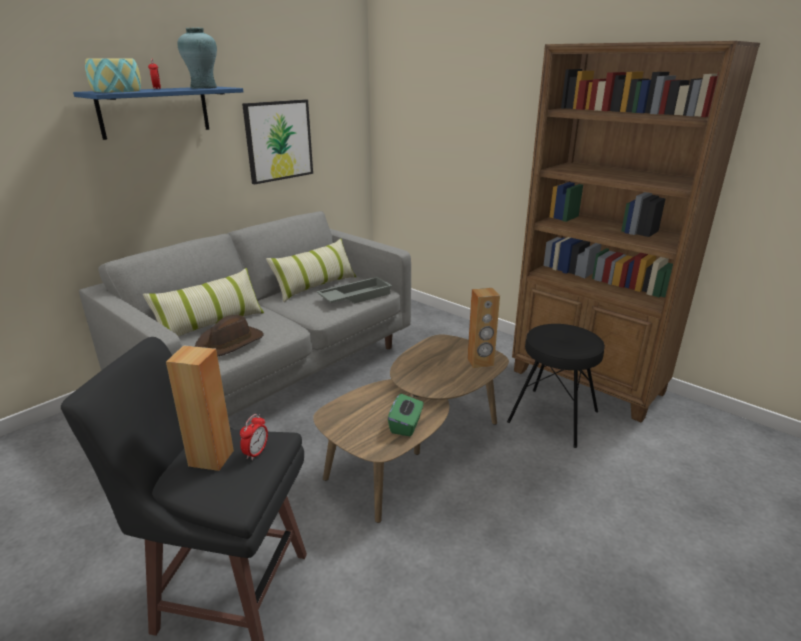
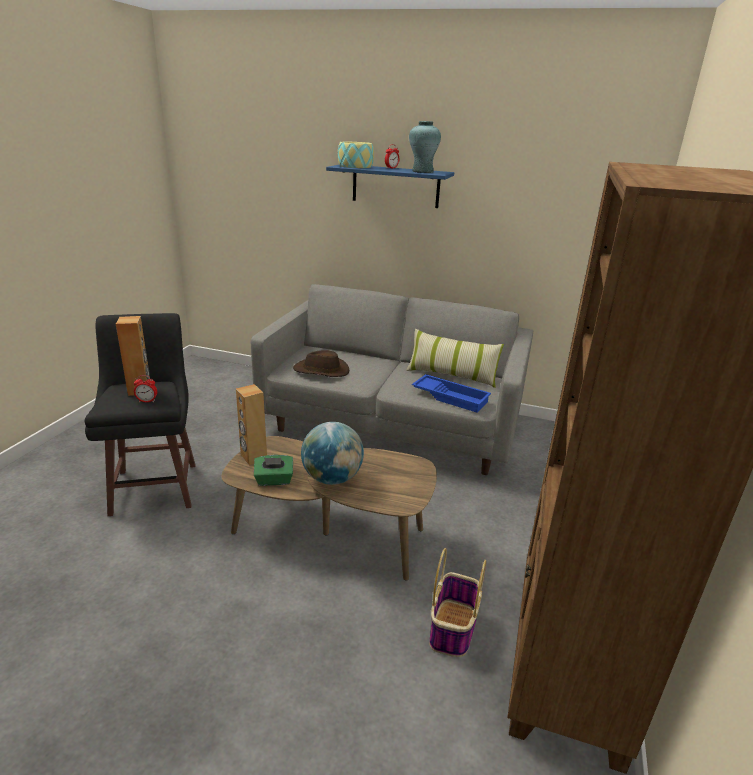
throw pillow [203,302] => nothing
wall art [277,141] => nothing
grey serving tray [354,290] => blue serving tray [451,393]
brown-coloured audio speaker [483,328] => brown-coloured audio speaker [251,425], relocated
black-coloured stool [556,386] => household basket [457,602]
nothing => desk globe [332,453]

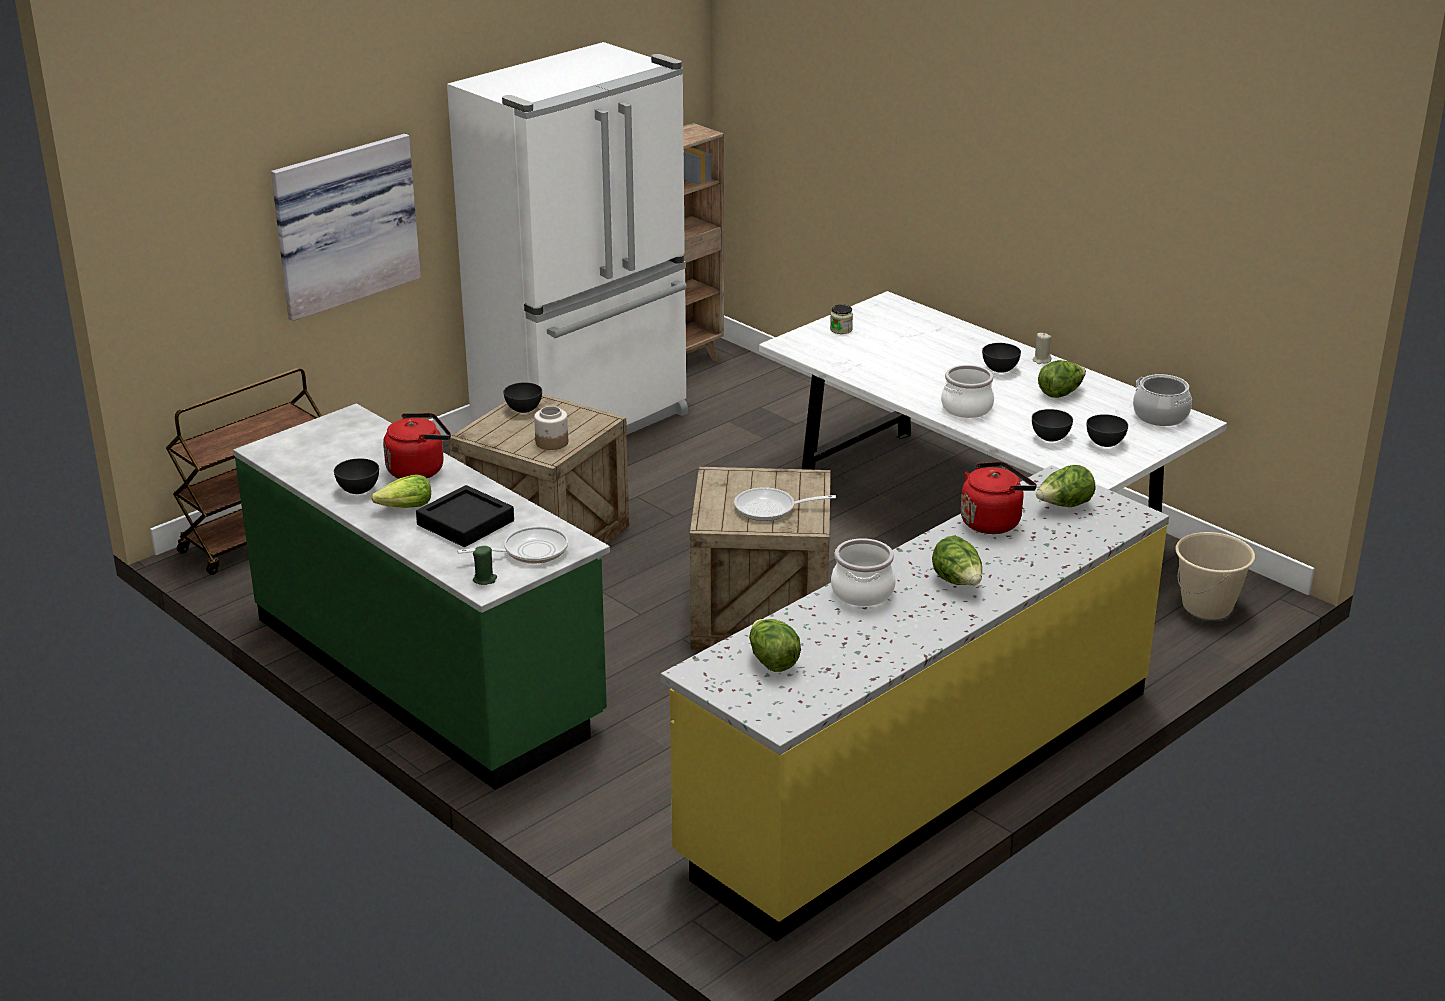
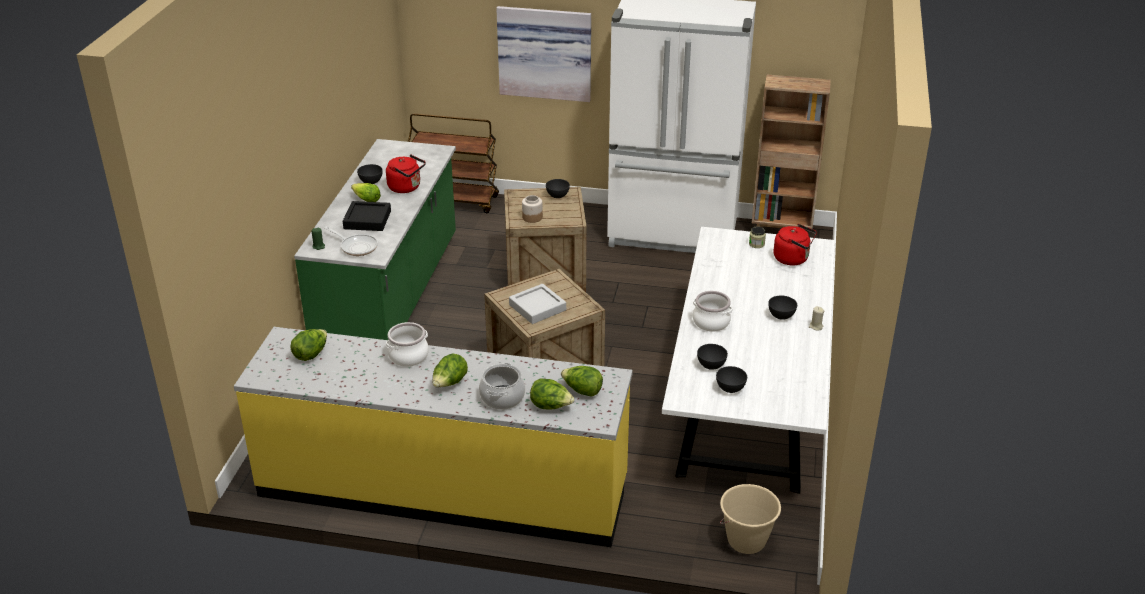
pan [785,504] => grey serving tray [537,304]
red-coloured tea kettle [999,498] => red-coloured tea kettle [795,244], relocated
lettuce [1062,379] => lettuce [552,394], relocated
stockpot [1162,400] => stockpot [502,386], relocated

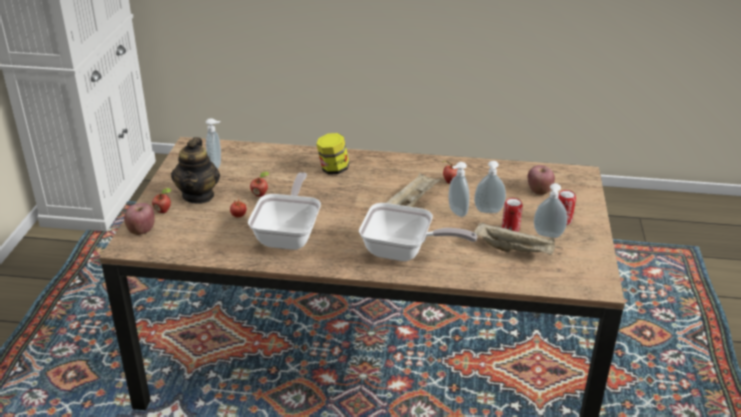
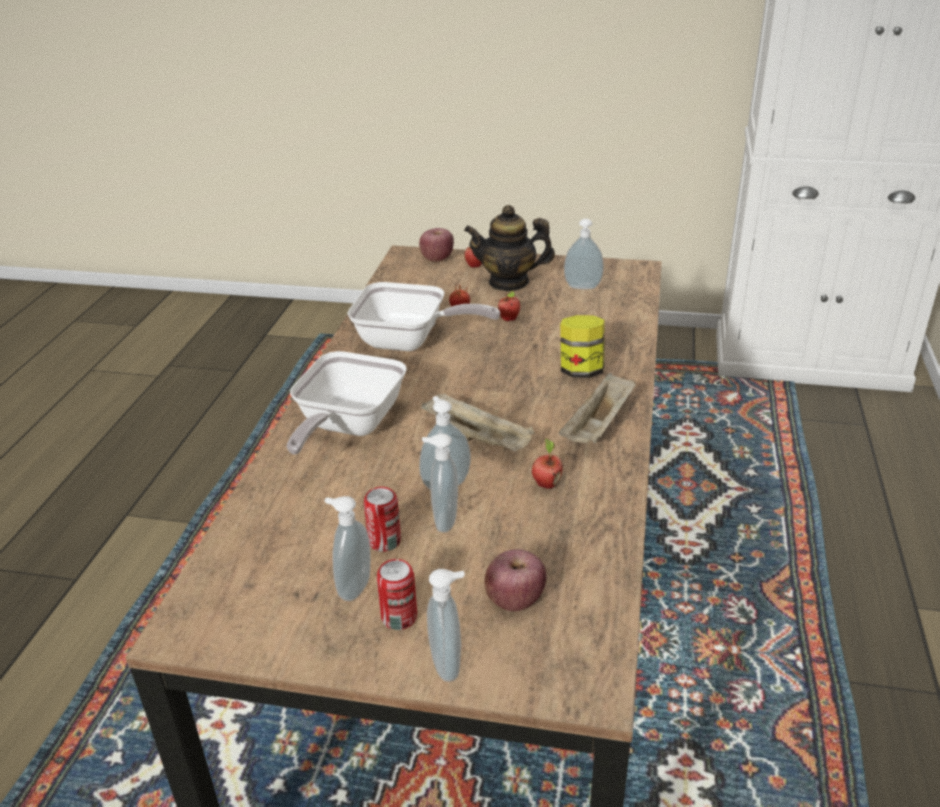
beige serving tray [514,238] => beige serving tray [597,408], relocated
nothing => liquid soap bottle [446,625]

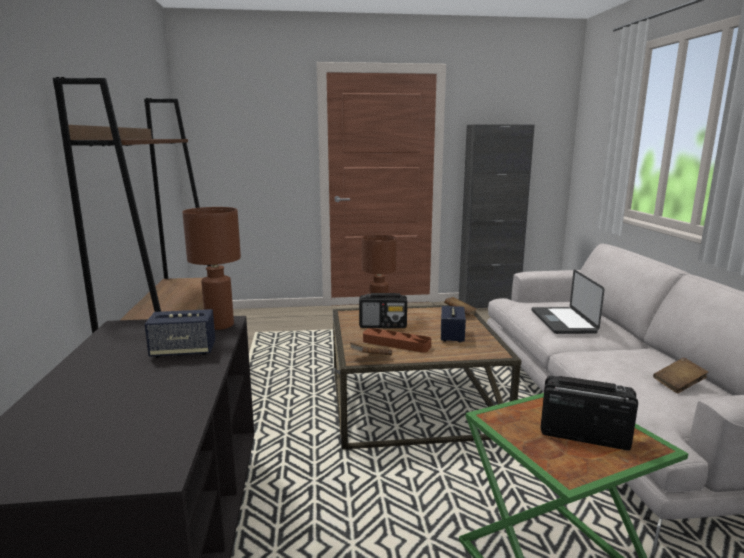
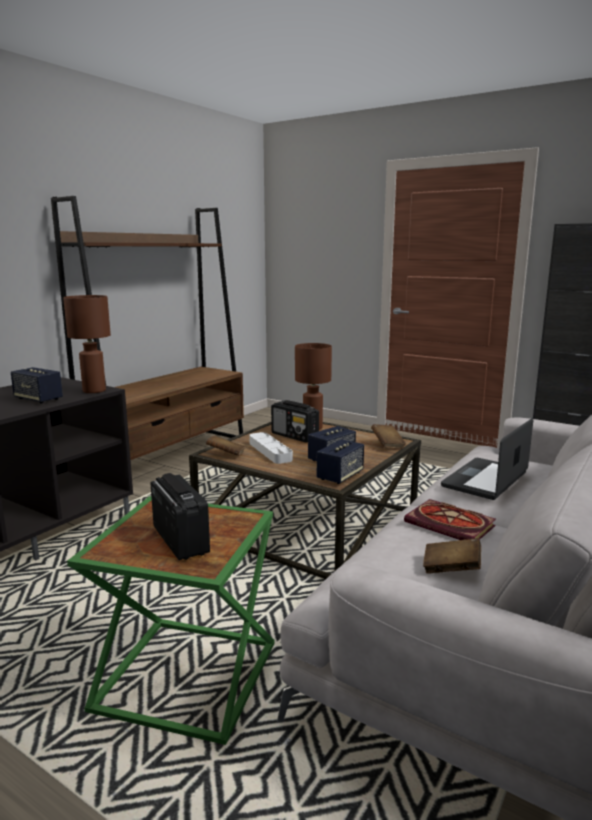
brown-coloured serving tray [397,340] => grey serving tray [271,448]
nothing => audio speaker [340,461]
nothing => volume [450,519]

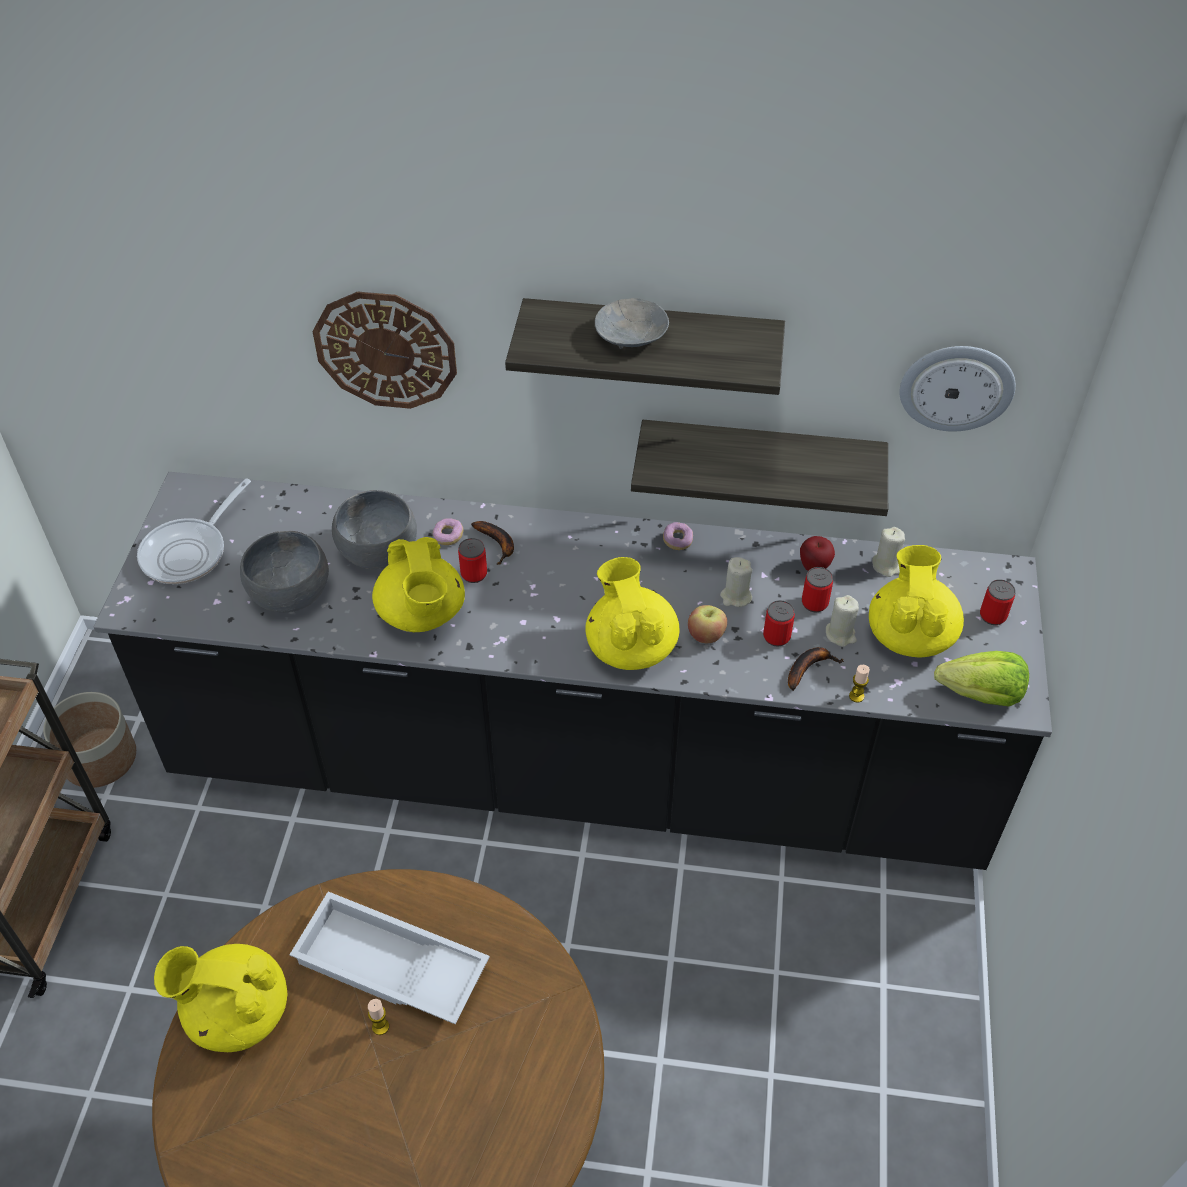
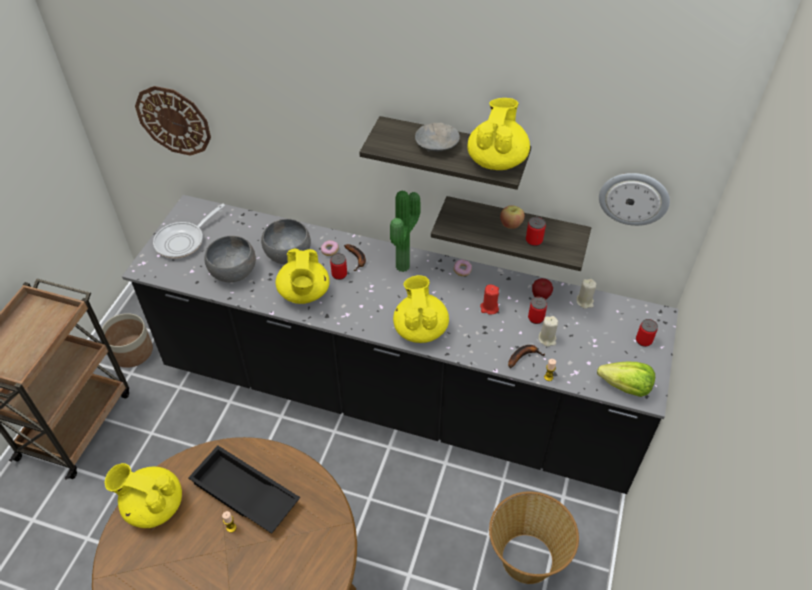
whitish serving tray [389,958] => black-coloured serving tray [244,489]
wall clock [384,350] => wall clock [173,121], relocated
whole apple [707,624] => whole apple [512,217], relocated
beige wax light [736,582] => red-coloured wax light [489,300]
sealed can [779,623] => sealed can [536,231], relocated
yellow pot for tea [916,601] => yellow pot for tea [499,134], relocated
nothing => plant in a pot [405,231]
nothing => household basket [534,537]

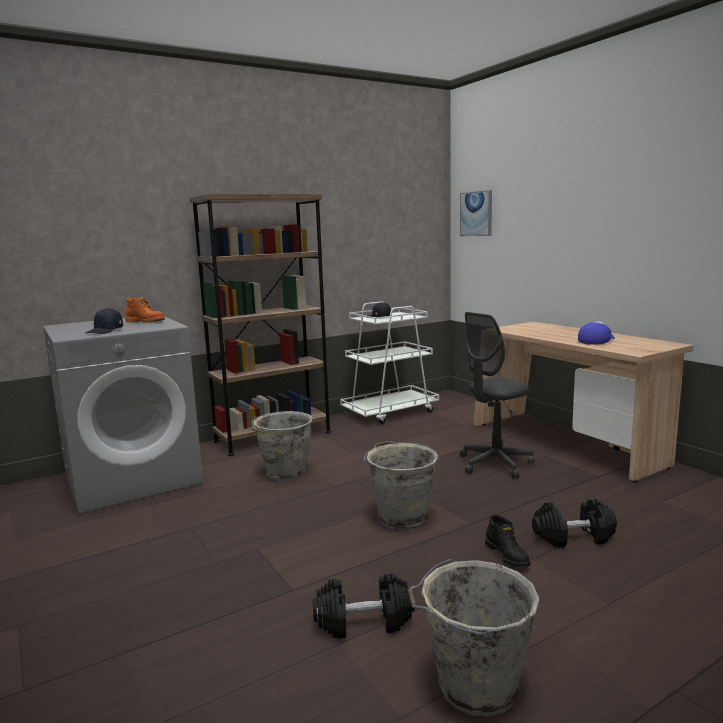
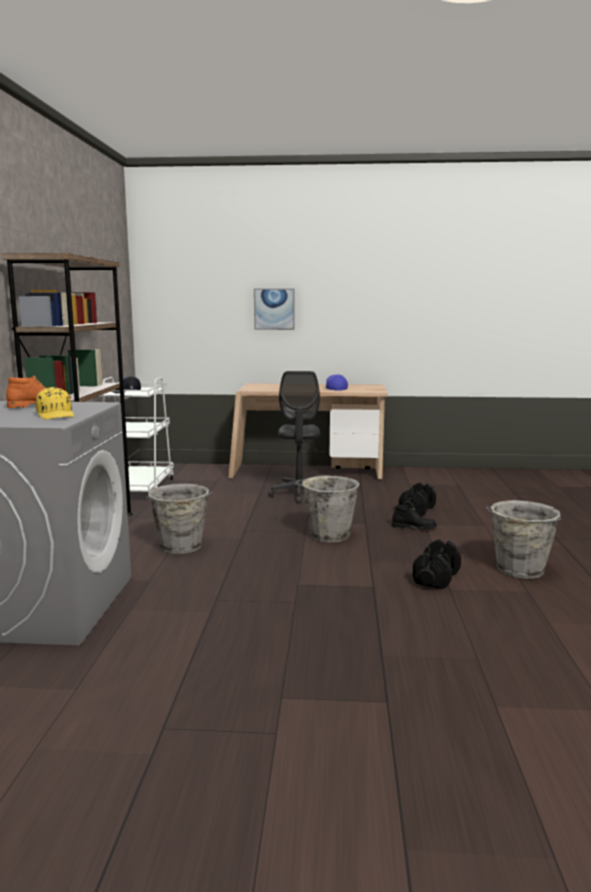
black-coloured cap [104,321] => yellow cap [55,403]
wall art [476,213] => wall art [274,309], relocated

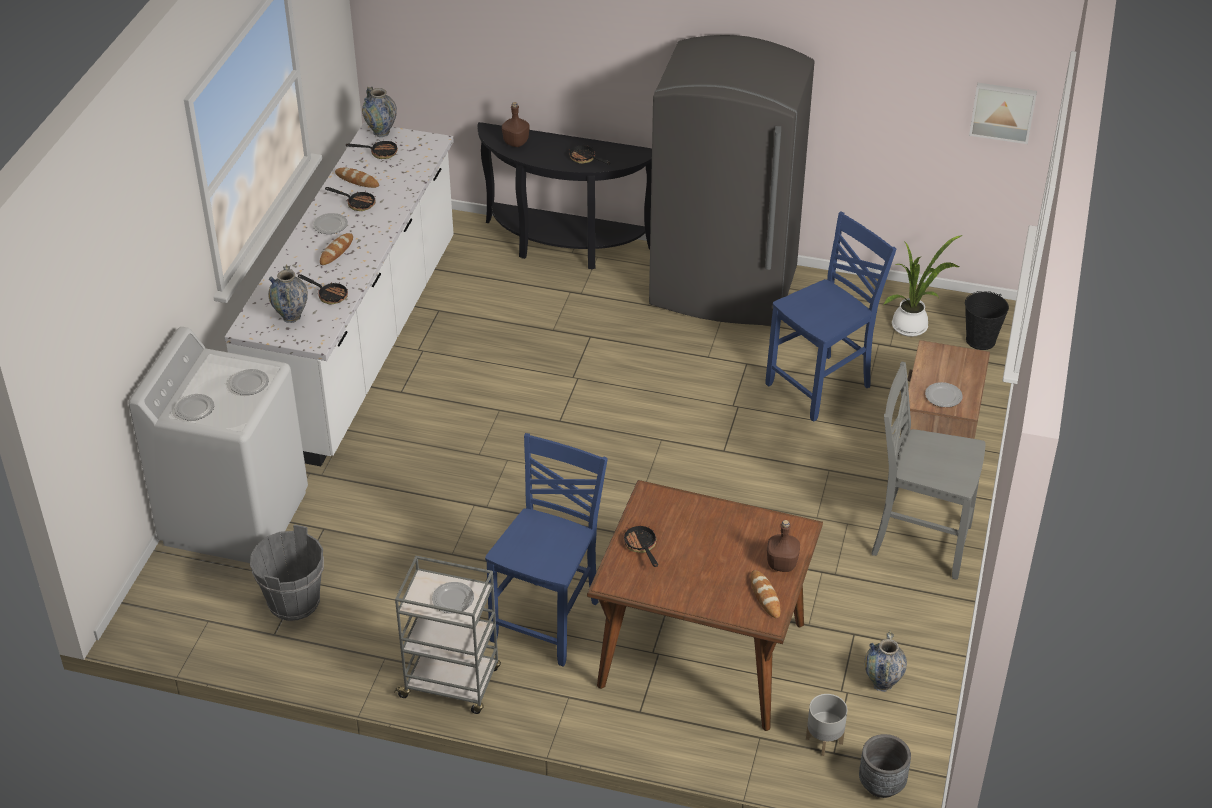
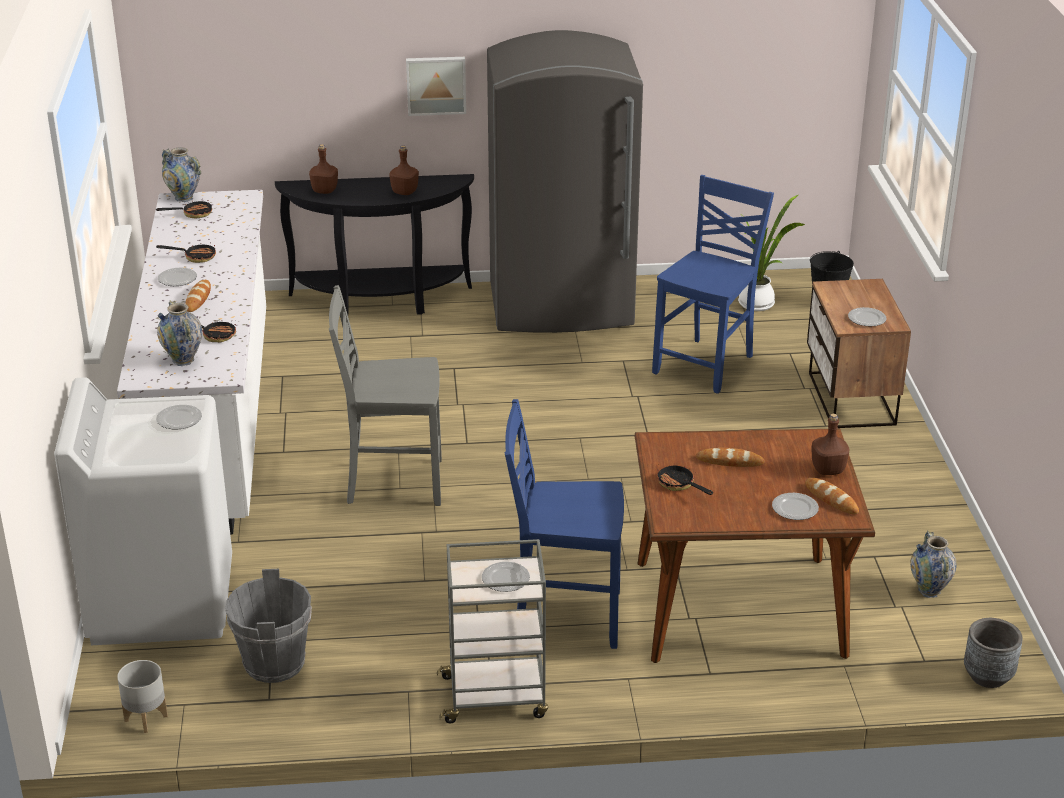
flat dish [194,407] => flat dish [795,506], relocated
bread [357,178] => bread [730,457], relocated
blue plain chair [546,550] => blue plain chair [564,524], 90 degrees counterclockwise
pan [589,154] => brown-coloured bottle [404,170]
grey plant pot [826,725] => grey plant pot [142,696], relocated
grey plain chair [929,471] => grey plain chair [385,395], relocated
wall art [1003,113] => wall art [436,86], relocated

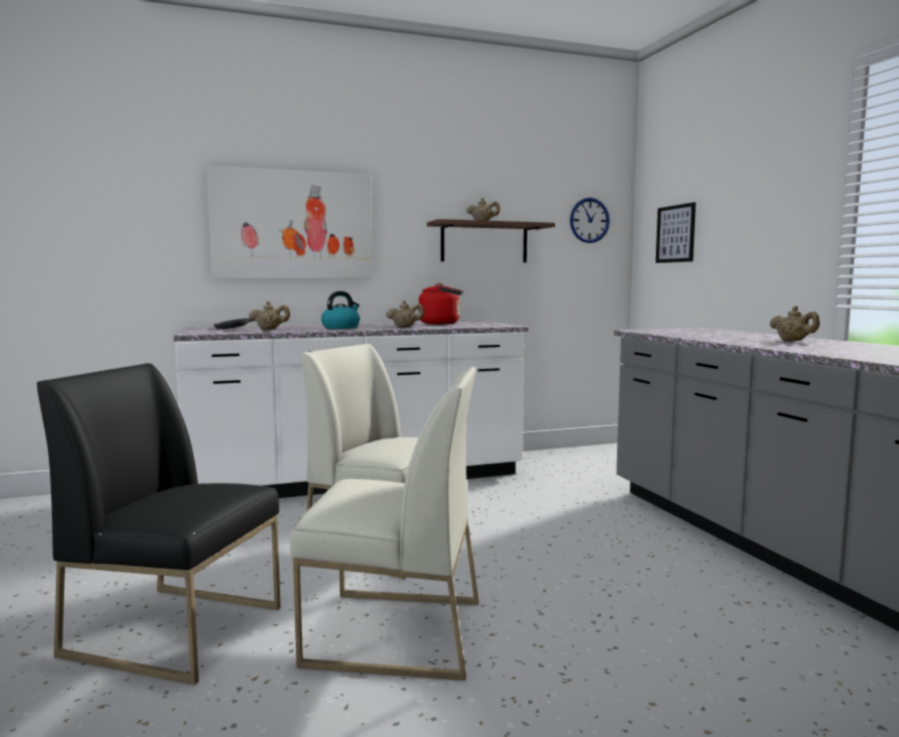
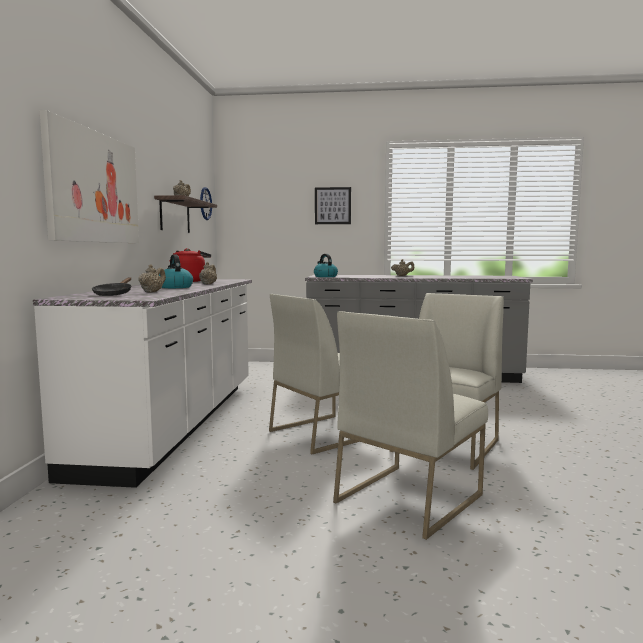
black-coloured plain chair [159,524] => whitish plain chair [410,425]
wall art [676,232] => wall art [333,205], relocated
nothing => tea kettle [326,265]

